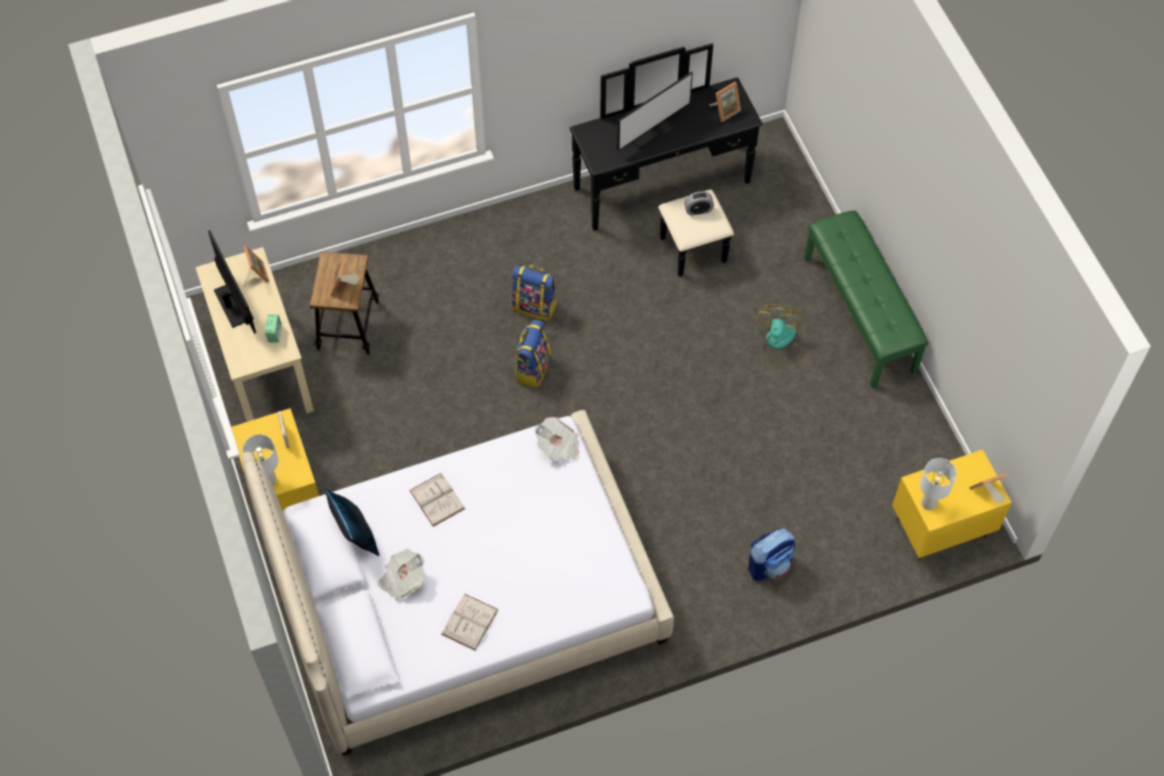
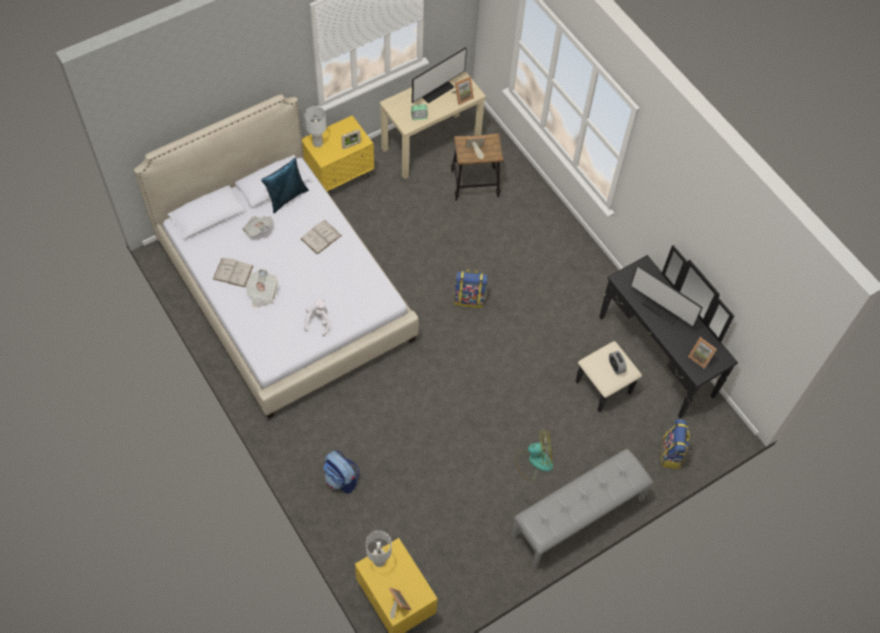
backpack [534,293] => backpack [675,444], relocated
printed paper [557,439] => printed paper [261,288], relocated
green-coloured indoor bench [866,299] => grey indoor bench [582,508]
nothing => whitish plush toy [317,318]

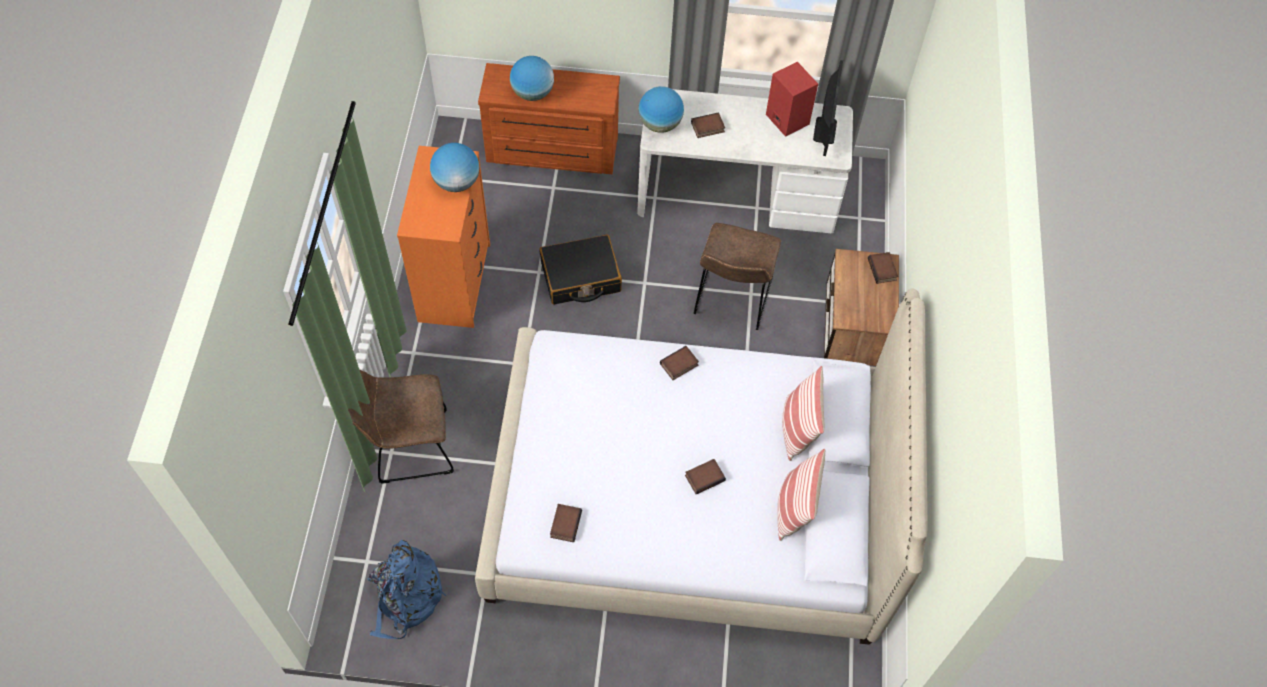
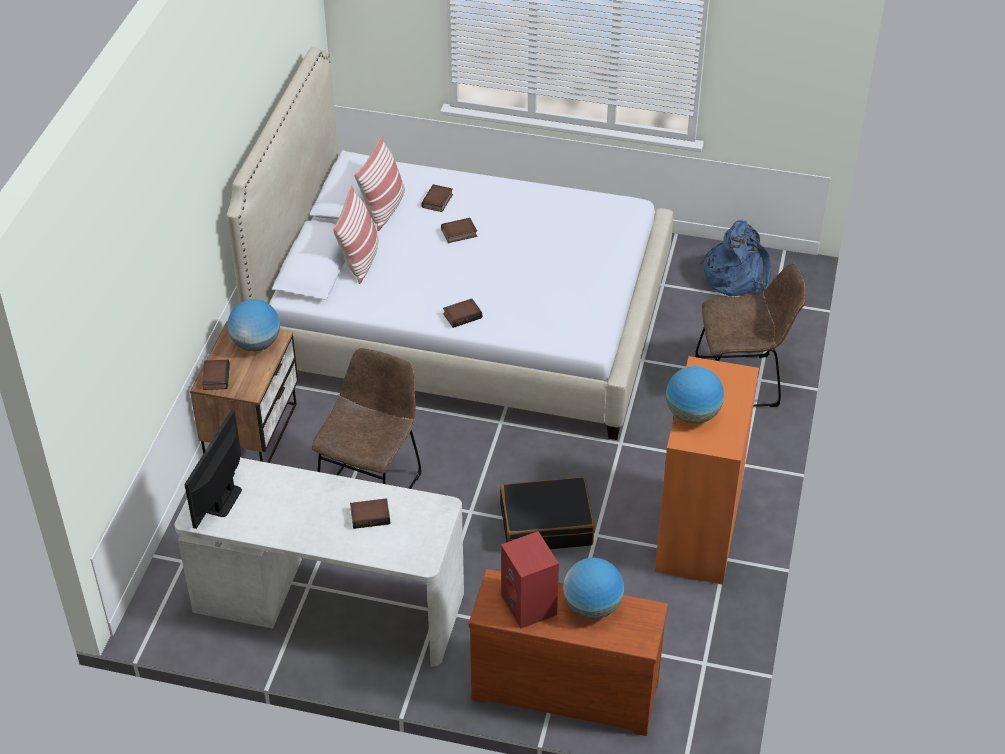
volume [566,523] => volume [437,198], relocated
desk globe [661,109] => desk globe [253,325], relocated
red-coloured audio speaker [792,99] => red-coloured audio speaker [530,580], relocated

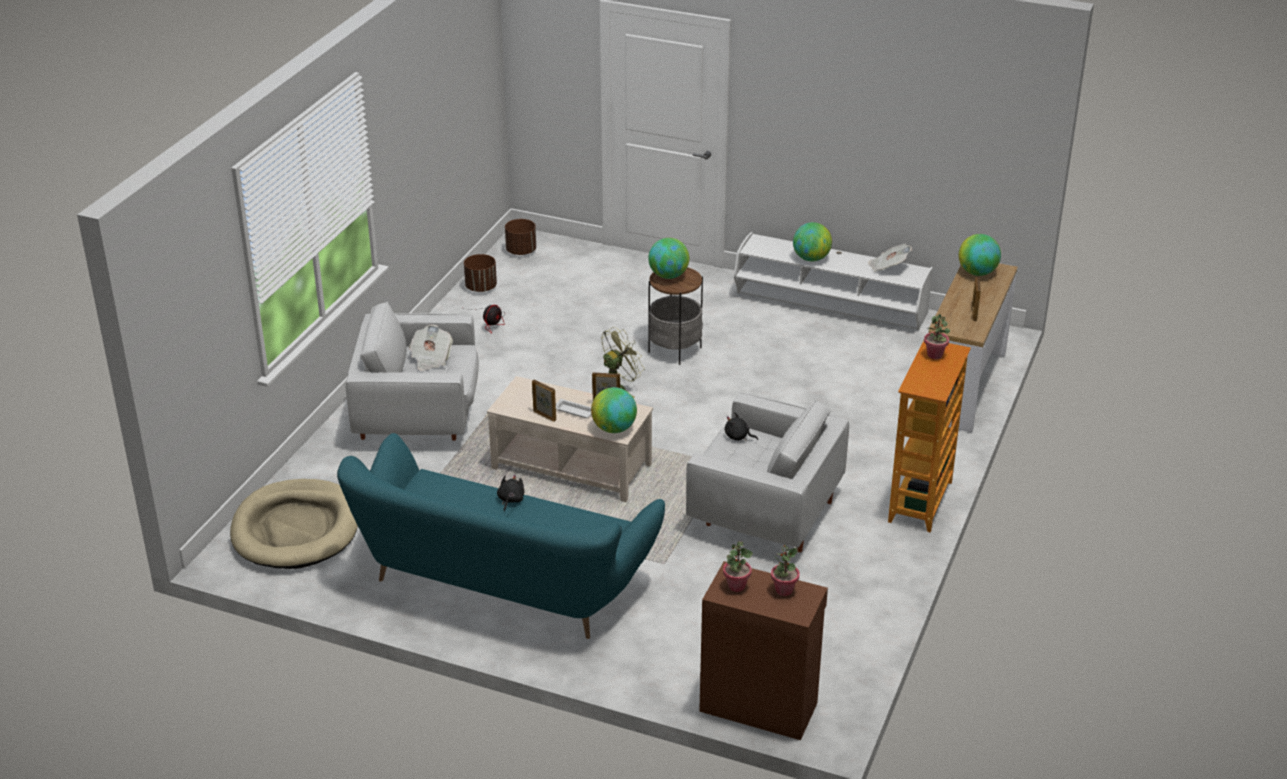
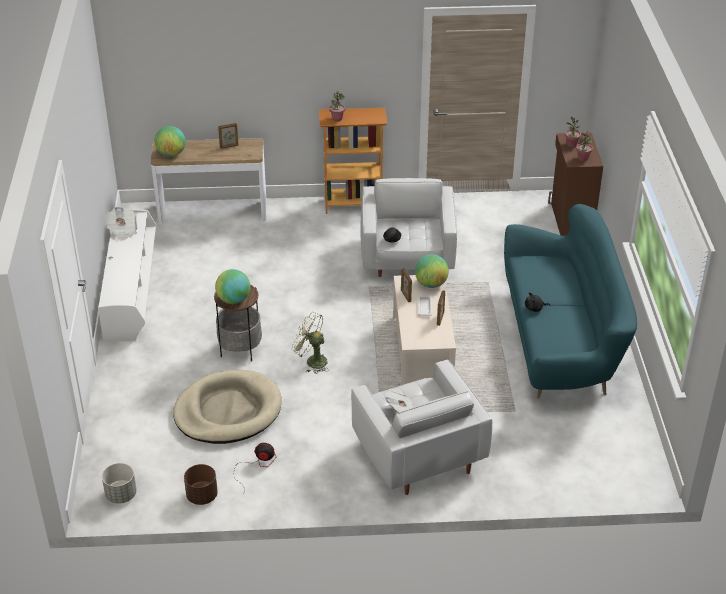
beige pet bed [294,524] => beige pet bed [227,407], relocated
brown-coloured plant pot [520,237] => grey plant pot [119,483]
desk globe [812,242] => nothing

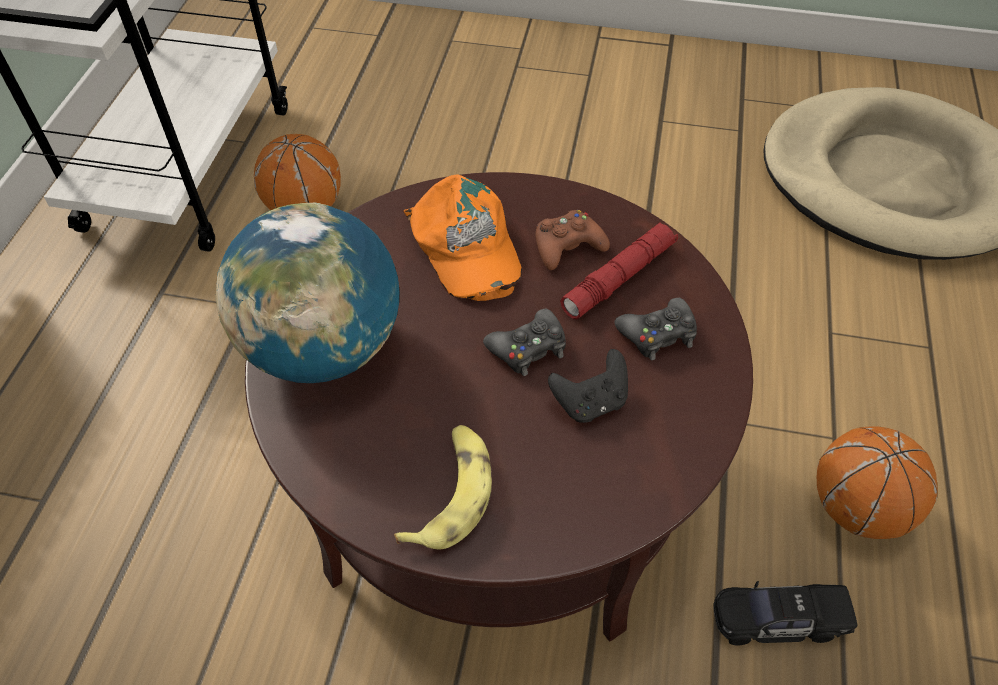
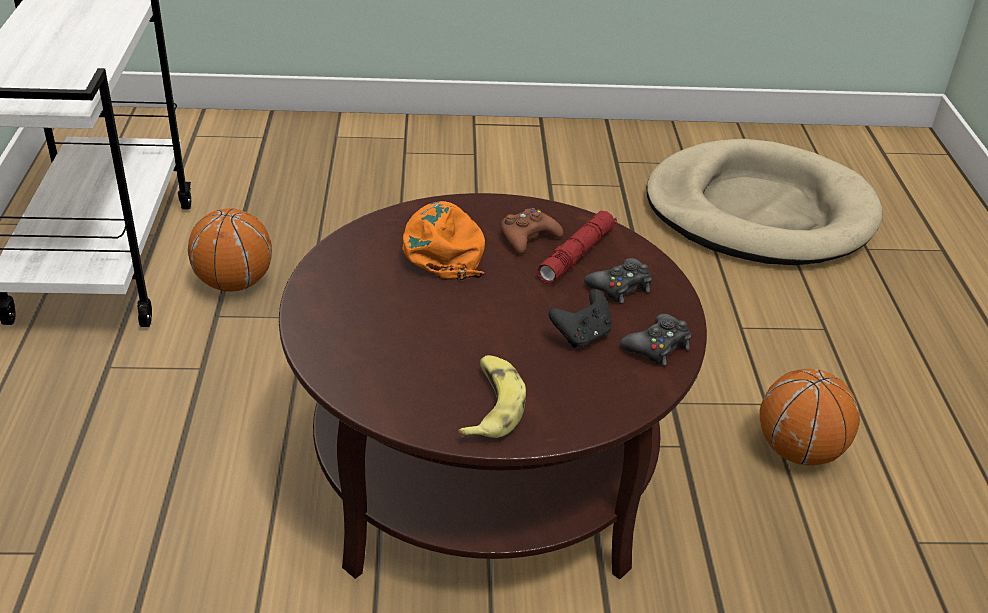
desk globe [307,292] => nothing
orange cap [463,238] => orange cap [443,241], 150 degrees counterclockwise
black-coloured game controller [524,342] => black-coloured game controller [655,340], relocated
black-coloured miniature car [785,613] => nothing

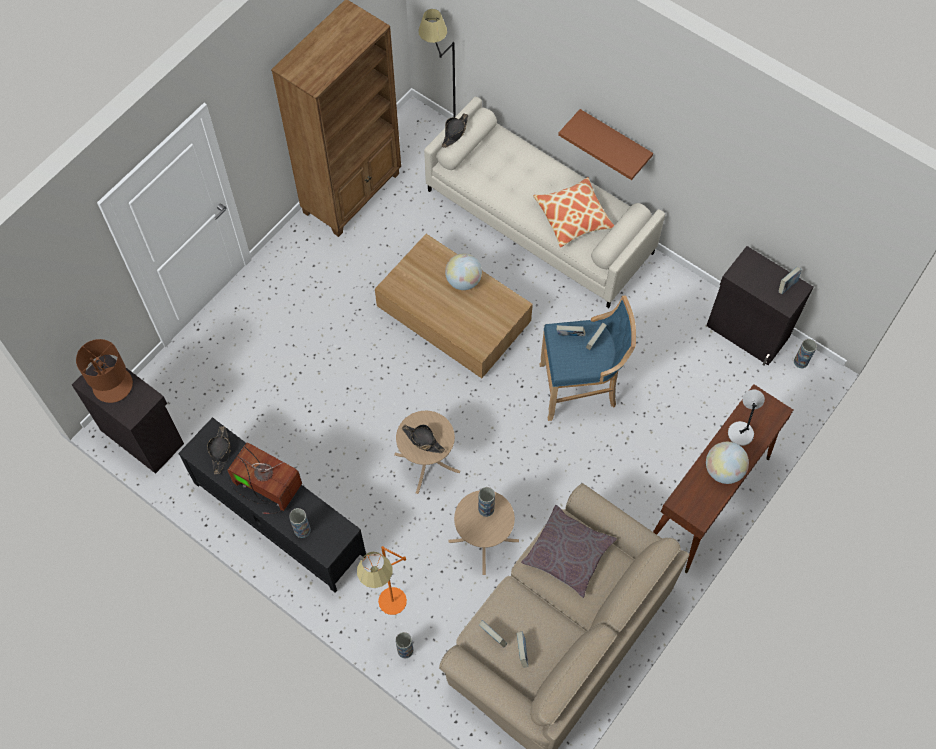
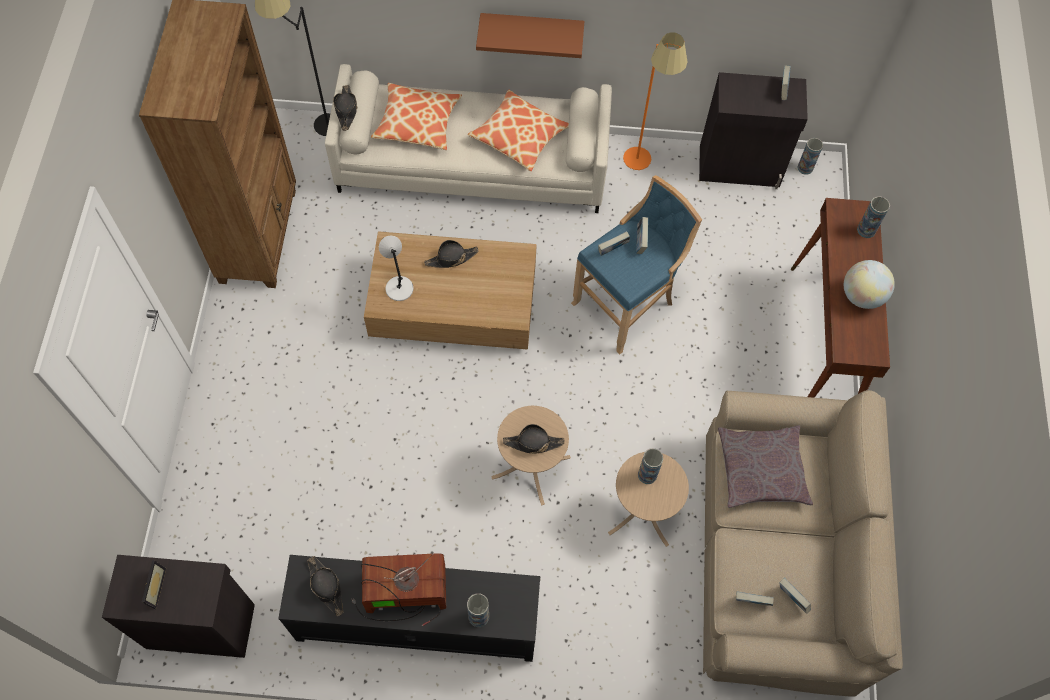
brown-coloured tabletop lamp [104,371] => standing frame [154,584]
orange standing lamp [382,580] => orange standing lamp [655,101], relocated
flower vase [404,645] => flower vase [873,217], relocated
desk globe [463,271] => black-coloured clothing hat [451,254]
grey tabletop lamp [746,418] => grey tabletop lamp [396,268], relocated
nothing => throw pillow [416,116]

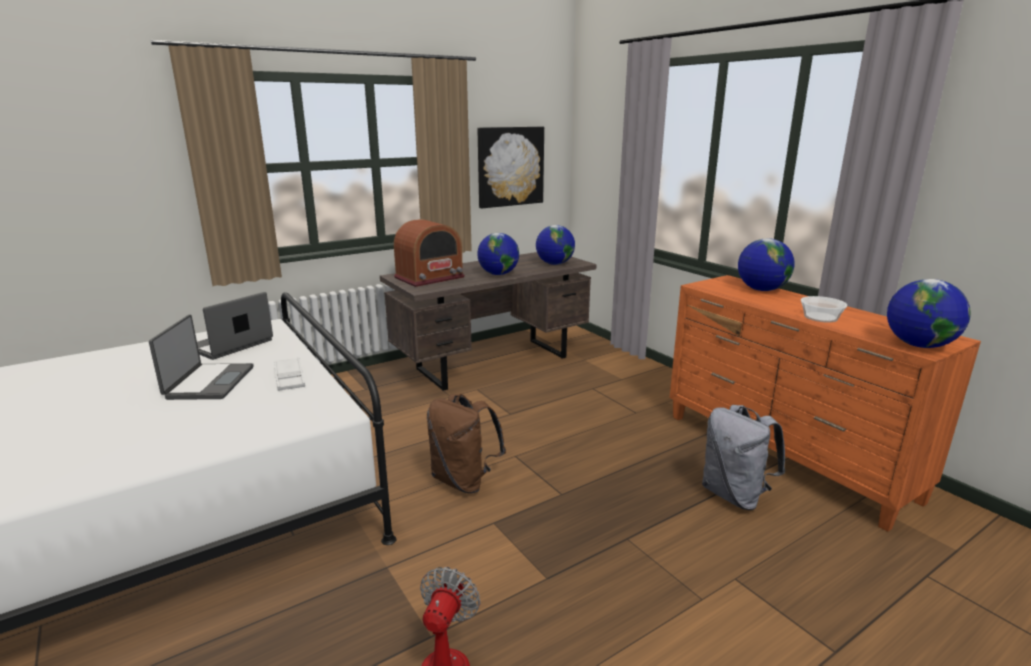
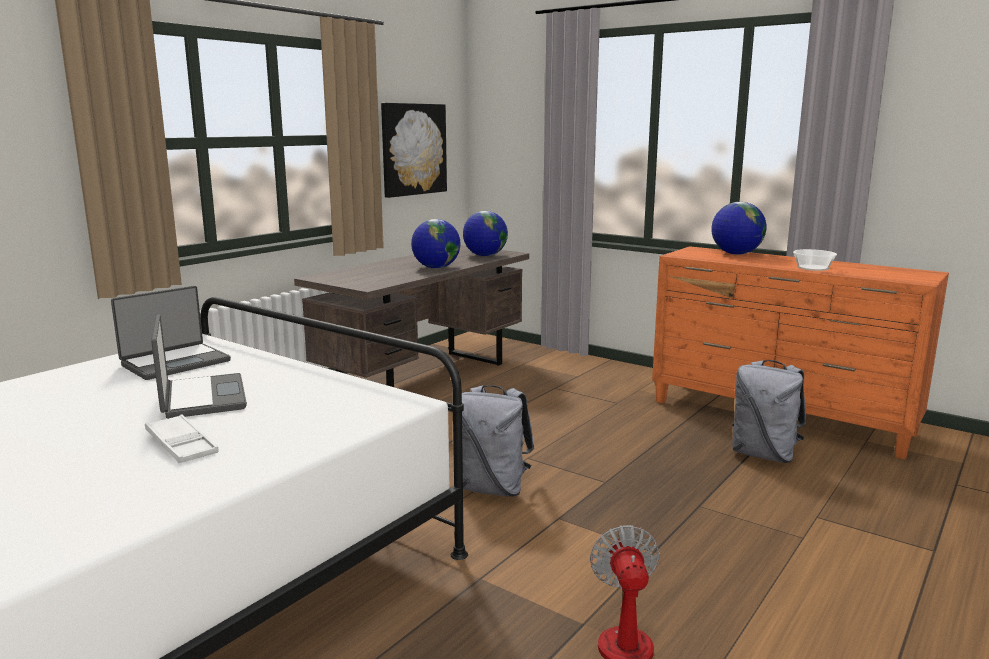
portable computer [235,326] => portable computer [171,333], 150 degrees counterclockwise
whitish serving tray [289,374] => whitish serving tray [181,438], relocated
radio [429,253] => nothing
brown-coloured backpack [466,443] => grey backpack [498,441]
desk globe [929,313] => nothing

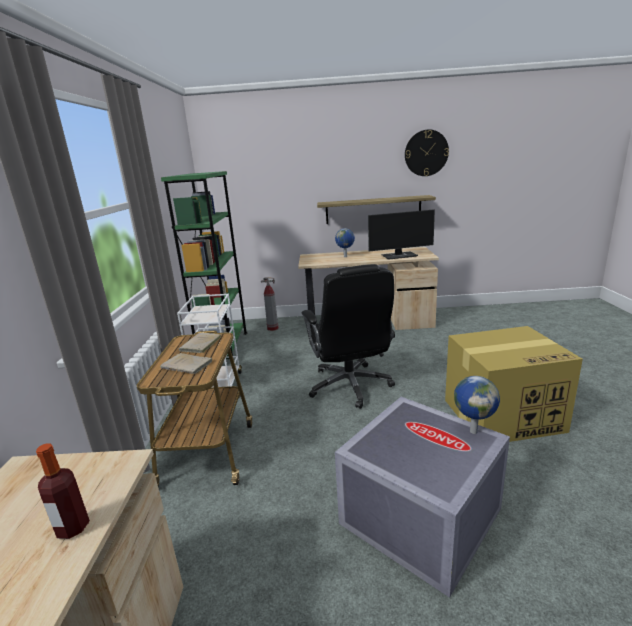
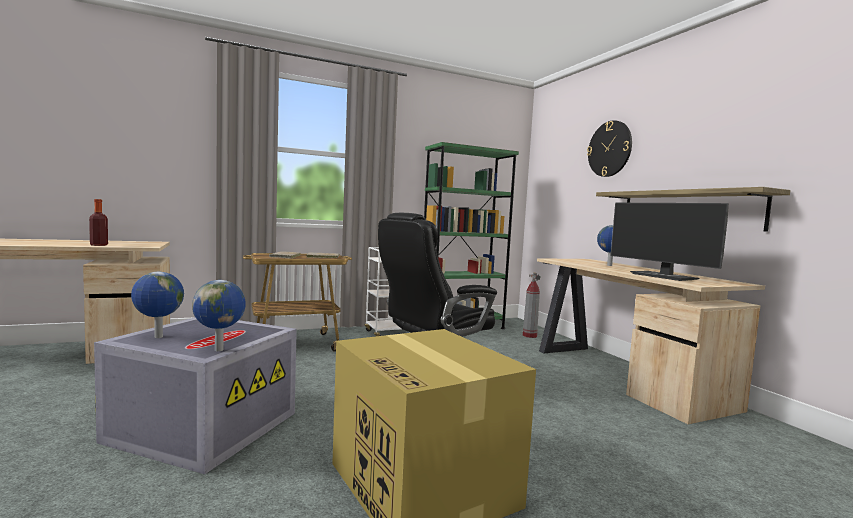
wall clock [427,153] => wall clock [609,148], relocated
nothing => desk globe [157,305]

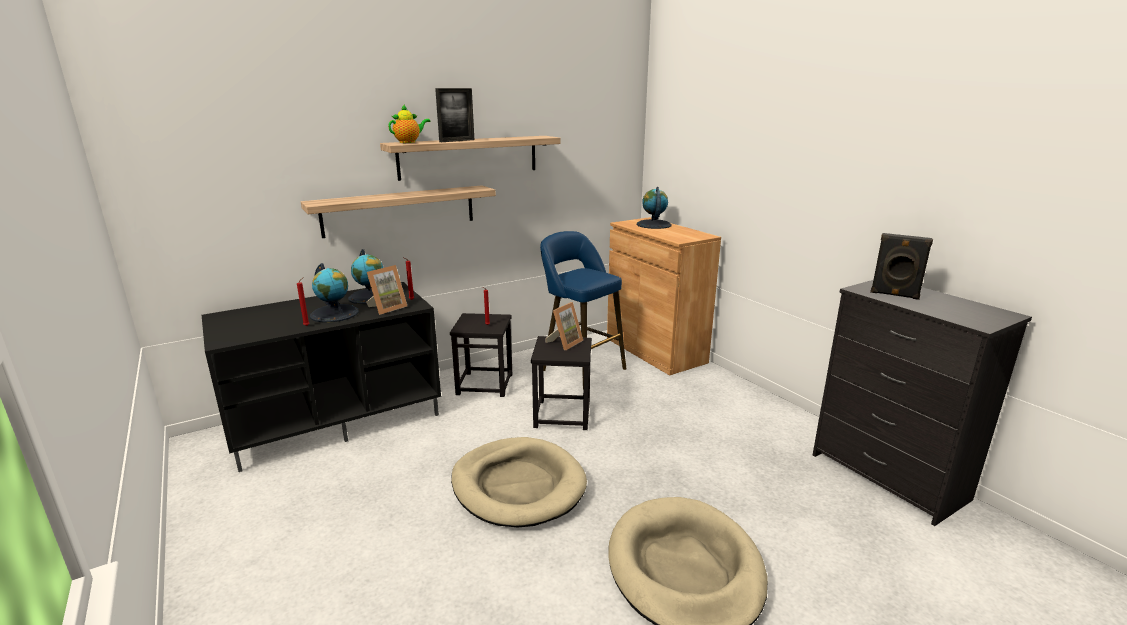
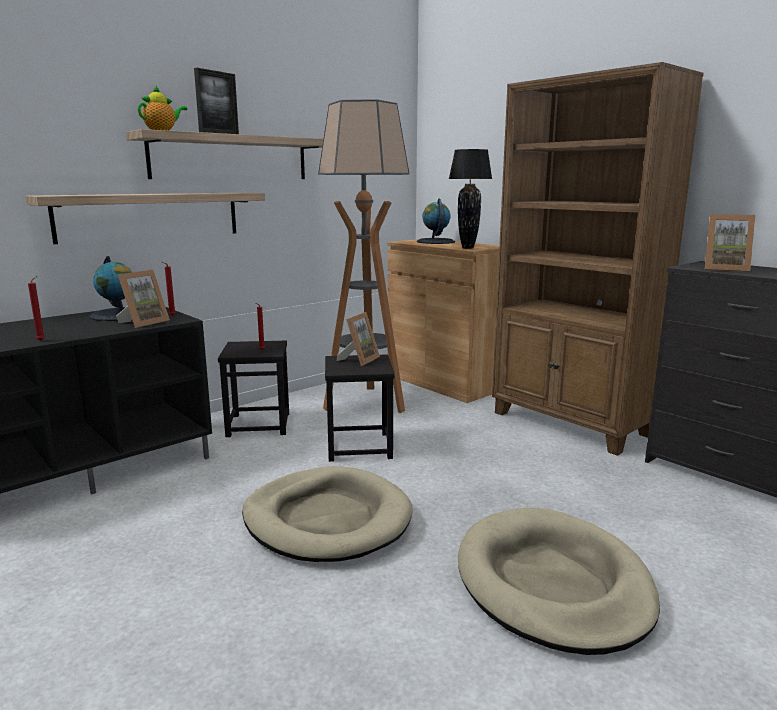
desk globe [334,292] => nothing
blue stool [583,307] => standing lamp [363,256]
black-coloured audio speaker [901,266] => standing frame [729,243]
nothing => black-coloured tabletop lamp [470,199]
nothing => brown-coloured bookcase [598,259]

